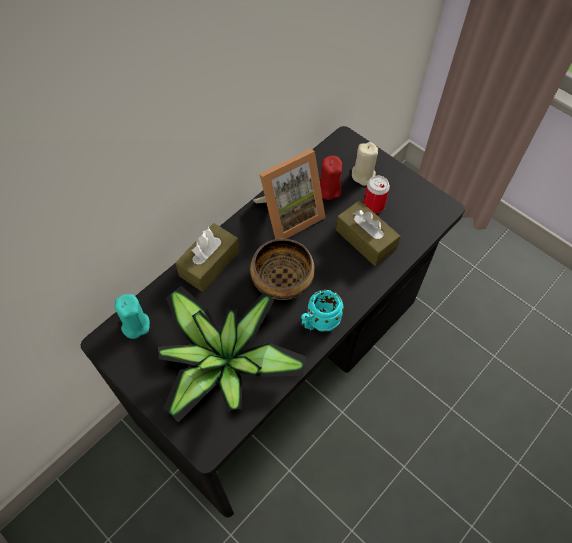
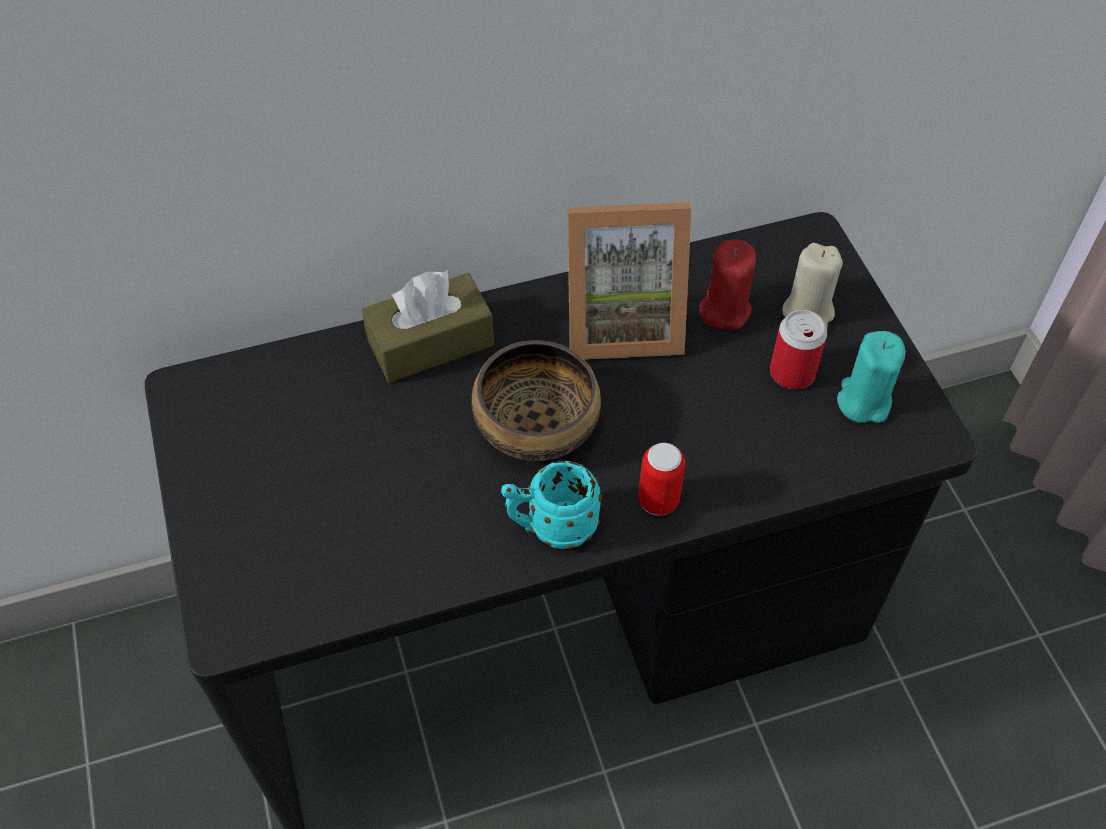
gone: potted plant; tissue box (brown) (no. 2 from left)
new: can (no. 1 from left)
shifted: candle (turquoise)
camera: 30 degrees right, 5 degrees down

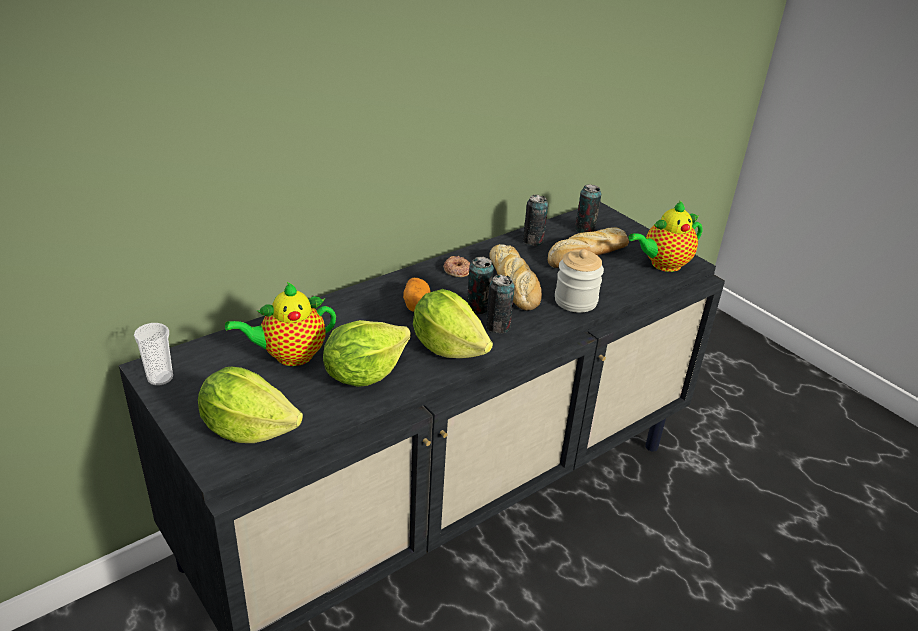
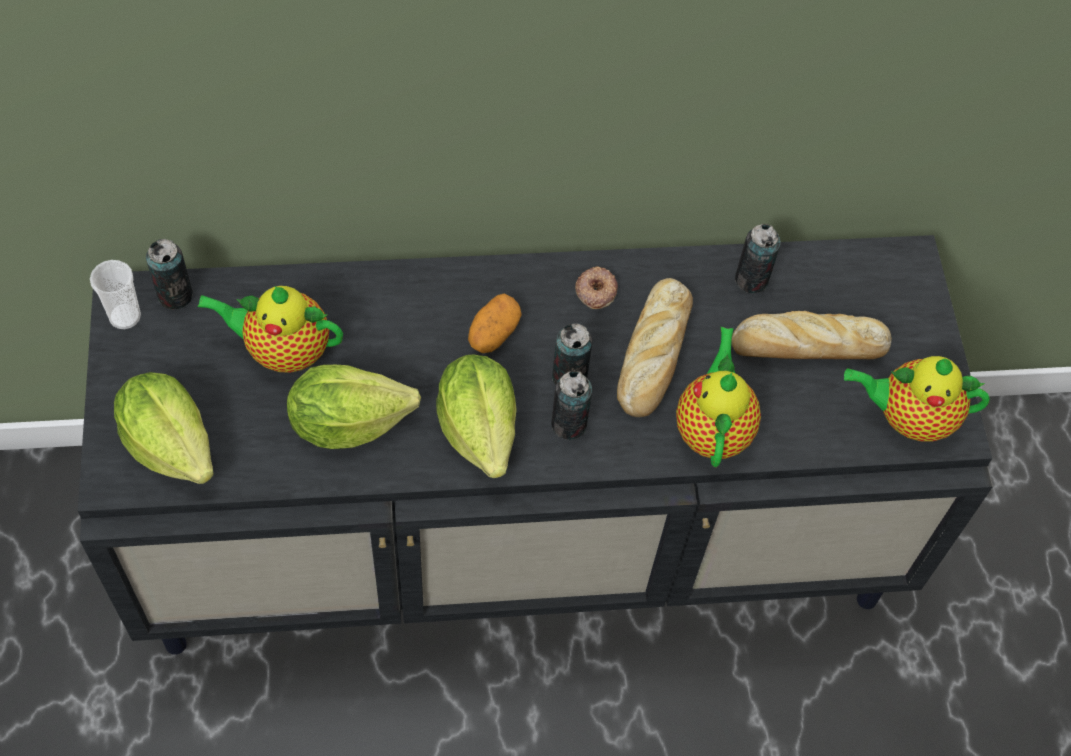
shifted: can (no. 4 from left in the first image) to can (no. 1 from left)
swapped: jar to teapot (no. 2 from left)
camera: 30 degrees right, 25 degrees up

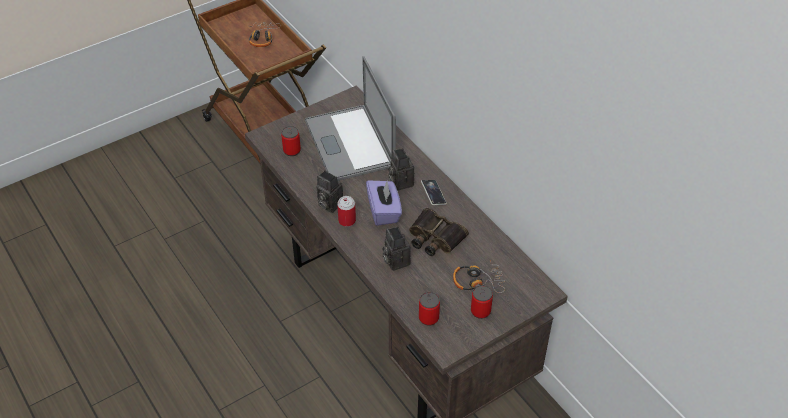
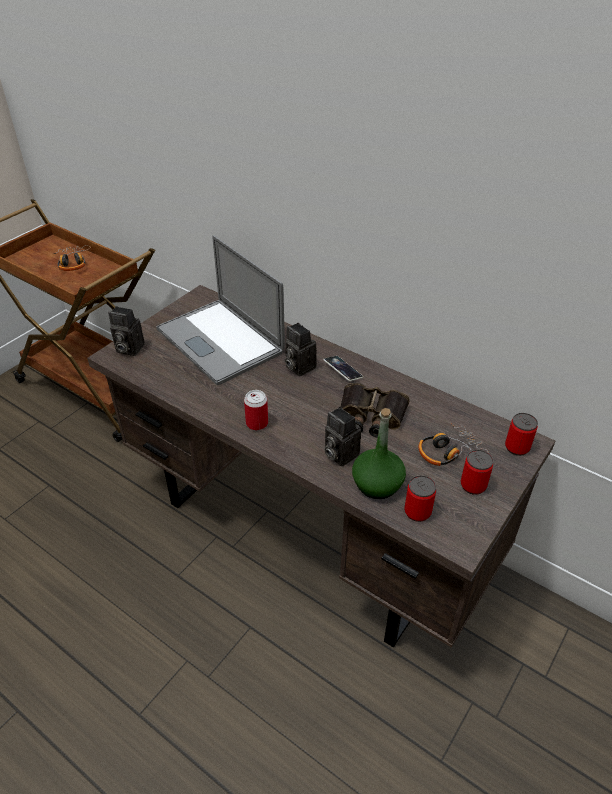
gone: tissue box (purple)
new: bottle (green)
shifted: can (no. 1 from left in the first image) to can (no. 4 from left); photo camera (no. 1 from left)
camera: 20 degrees left, 5 degrees down

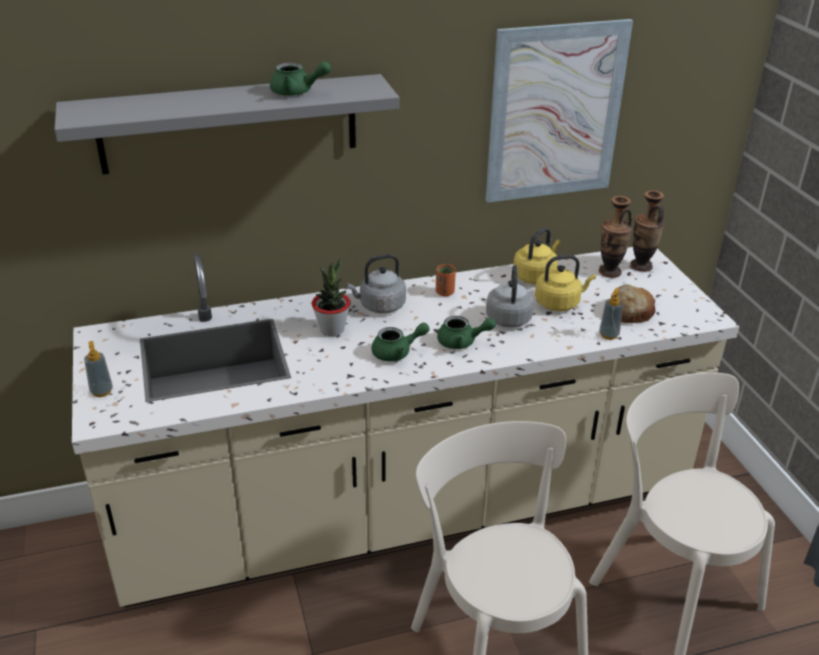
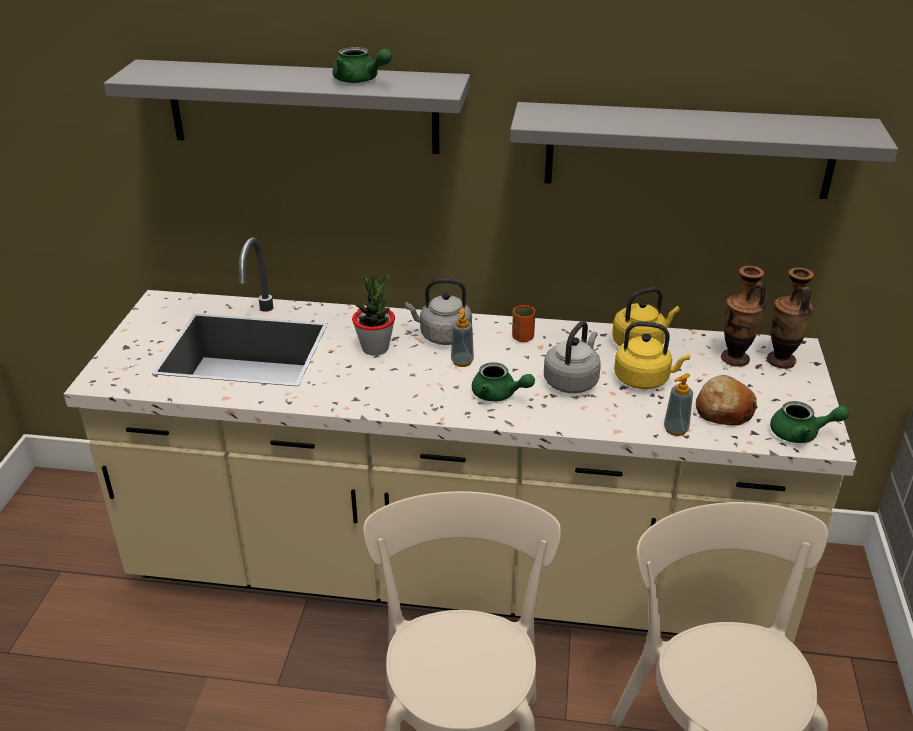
shifted: soap dispenser (no. 1 from left); teapot (green) (no. 2 from left in the first image) to teapot (green) (no. 3 from left)
swapped: picture to shelf (grey) (no. 2 from left)
camera: 25 degrees right, 0 degrees up

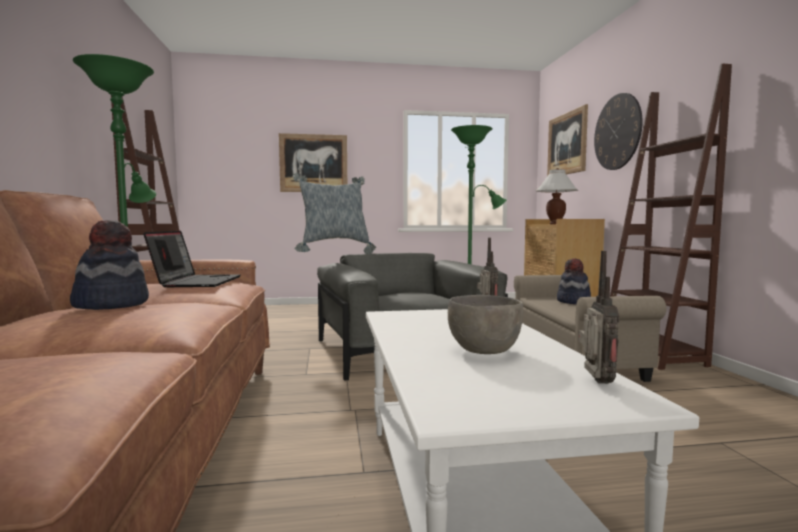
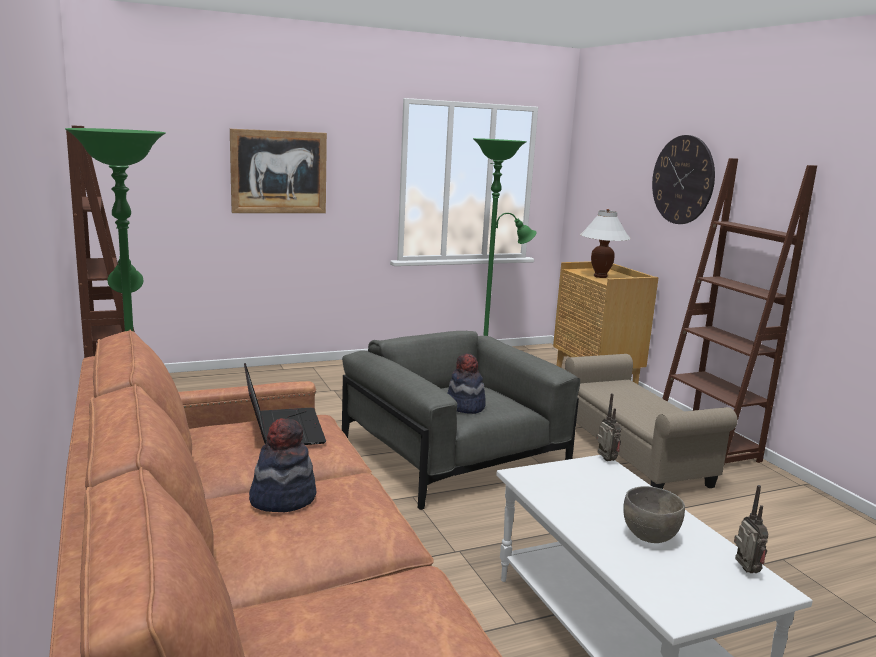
gone: pillow; picture (no. 2 from left)
shifted: hat (no. 2 from left)
camera: 15 degrees left, 10 degrees up

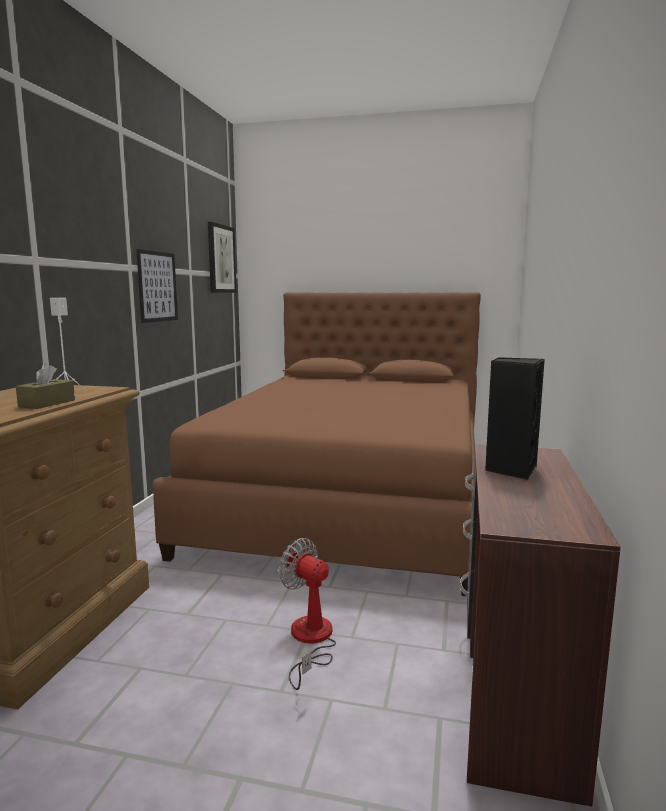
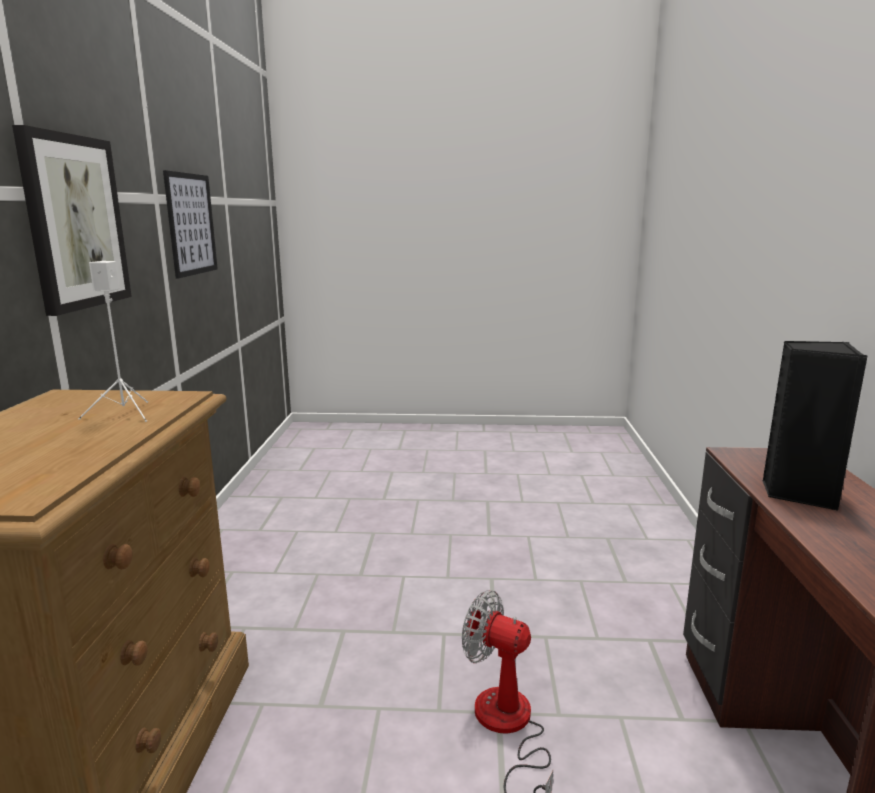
gone: tissue box (brown); bed (brown)
shifted: picture (no. 2 from left in the first image) to picture (no. 1 from left)
camera: 10 degrees left, 5 degrees up

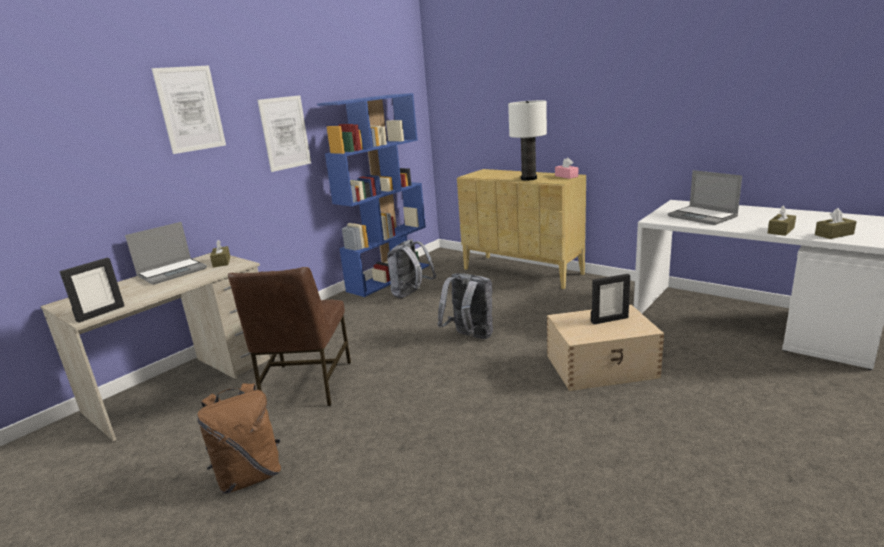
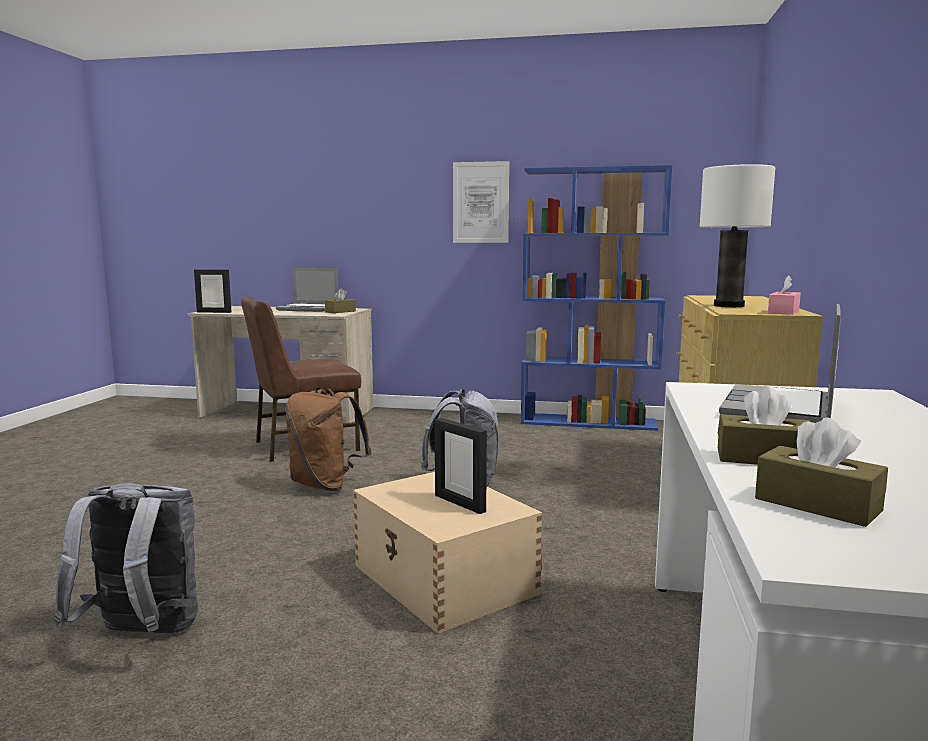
gone: picture (no. 1 from left)
shifted: backpack (brown); backpack (grey) (no. 1 from left)
camera: 60 degrees right, 10 degrees down

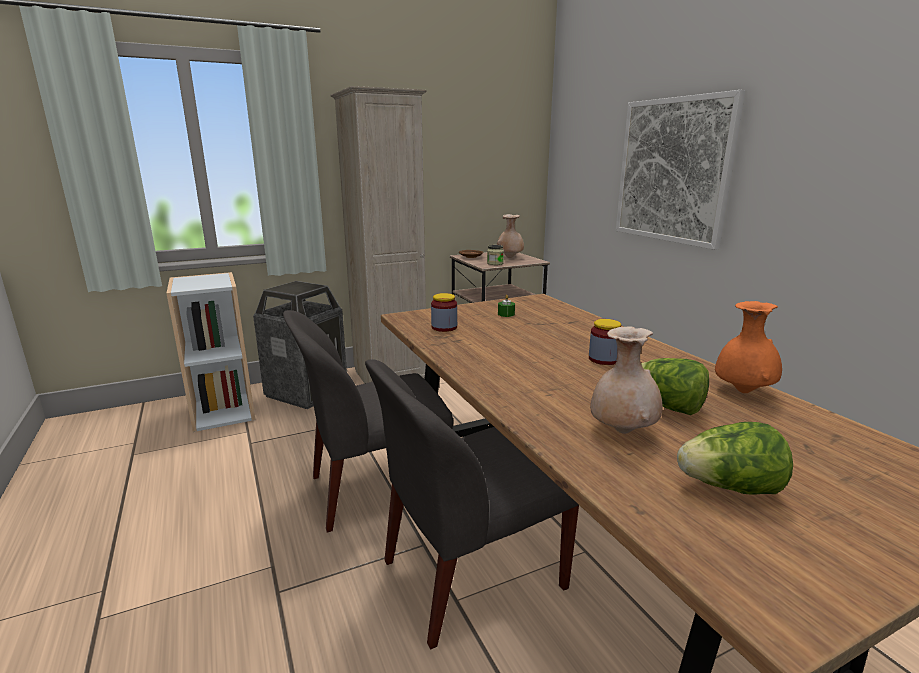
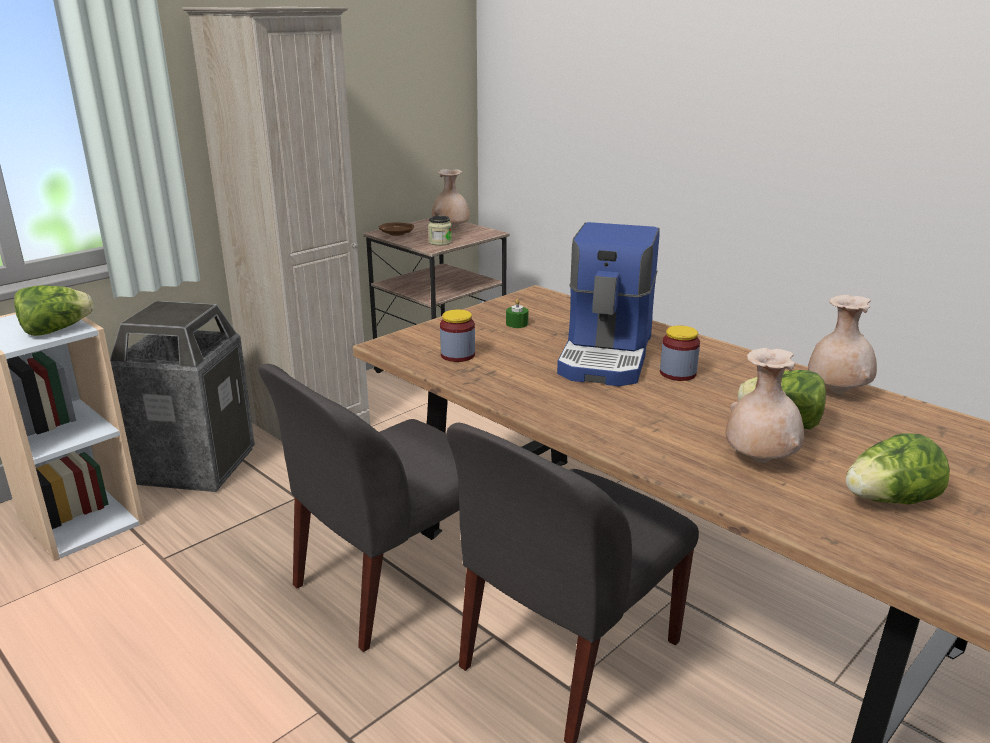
gone: picture
new: lettuce (no. 1 from left); coffee machine
repainted: vase (orange) to vase (beige) (no. 3 from left)
camera: 20 degrees left, 5 degrees up

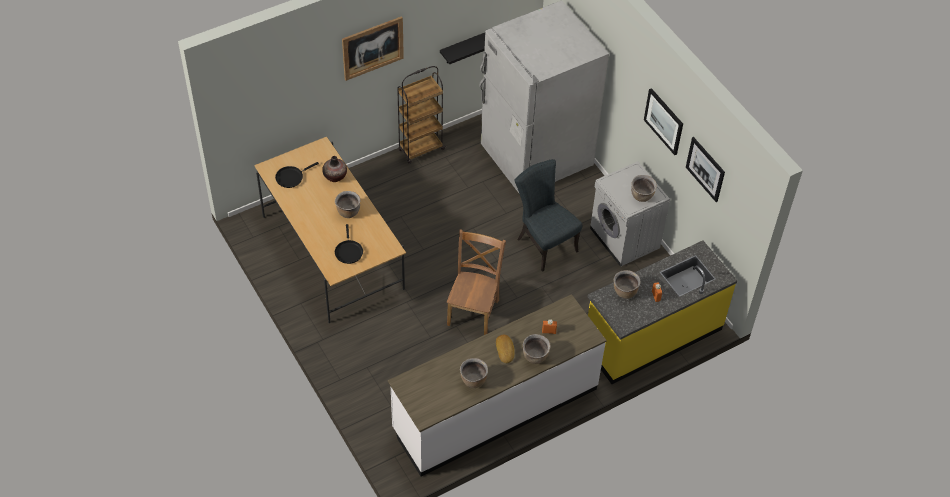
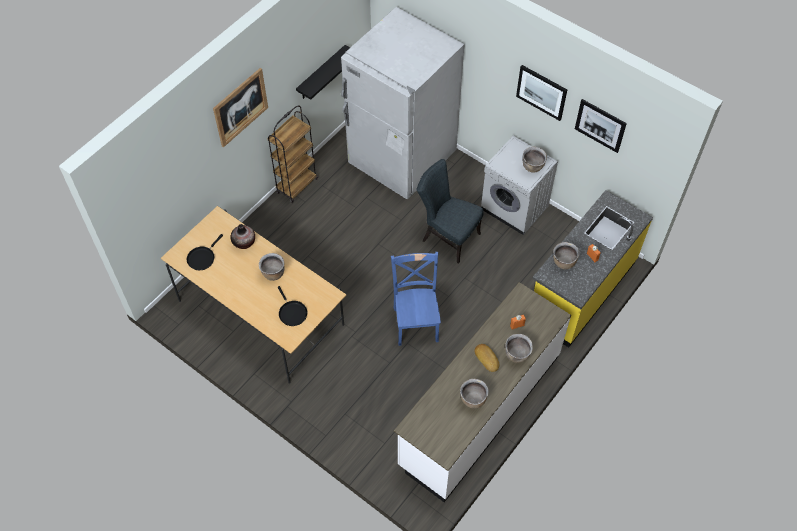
repainted: chair (brown) to chair (blue)
camera: 20 degrees left, 5 degrees up

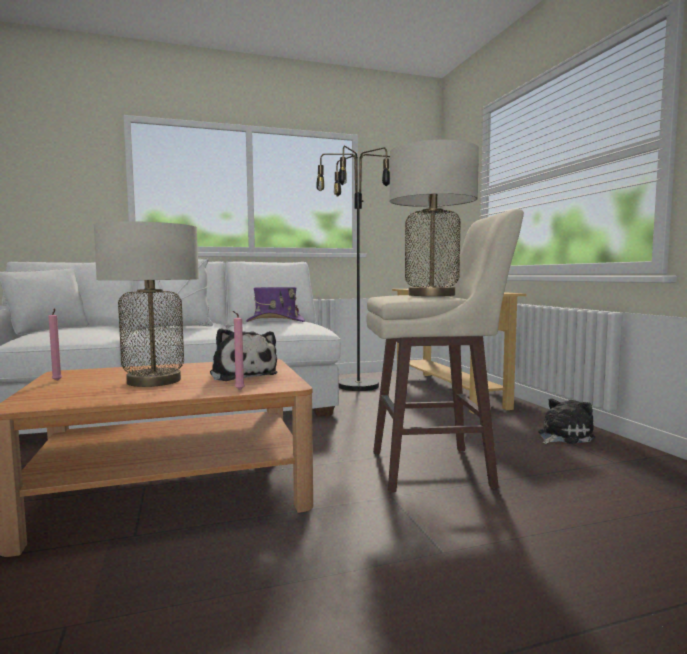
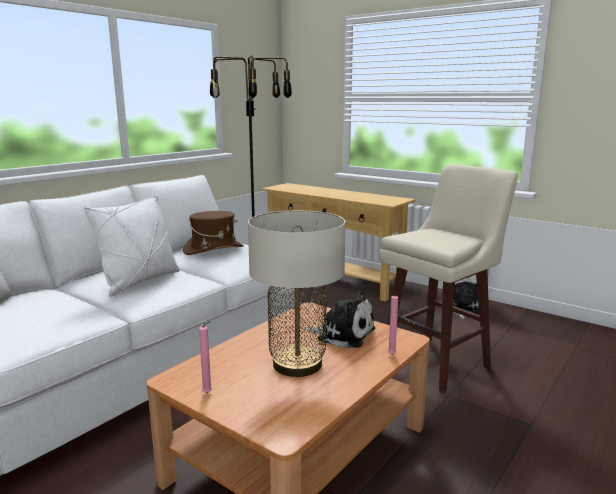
gone: table lamp (no. 2 from left)
repainted: hat (purple) to hat (brown)
camera: 35 degrees left, 10 degrees up

